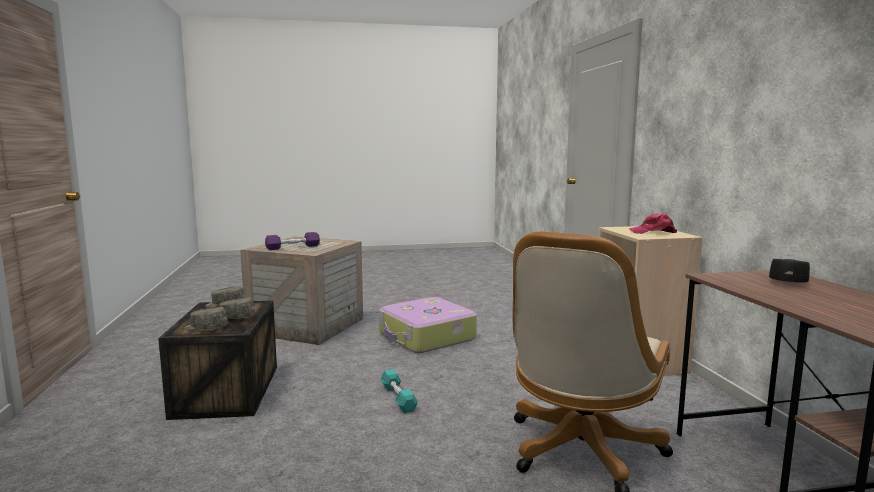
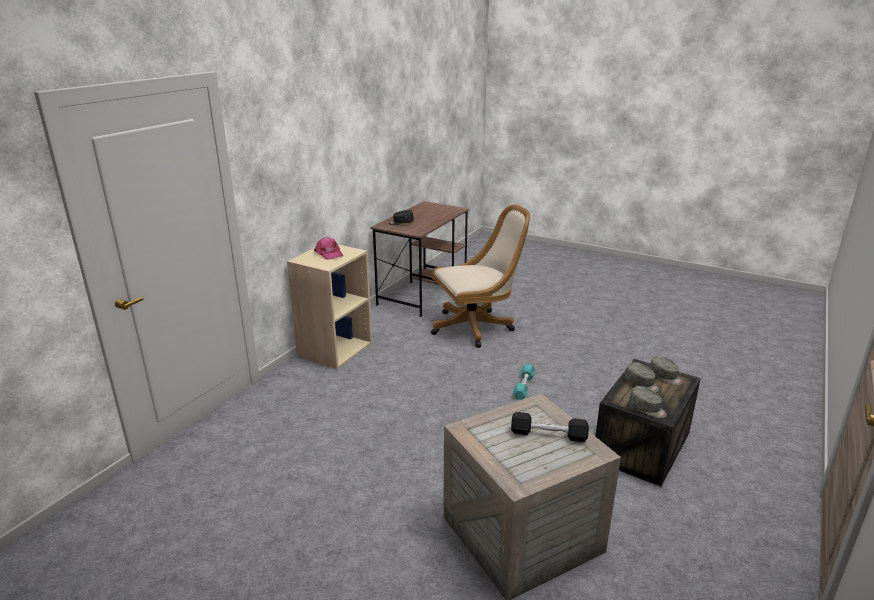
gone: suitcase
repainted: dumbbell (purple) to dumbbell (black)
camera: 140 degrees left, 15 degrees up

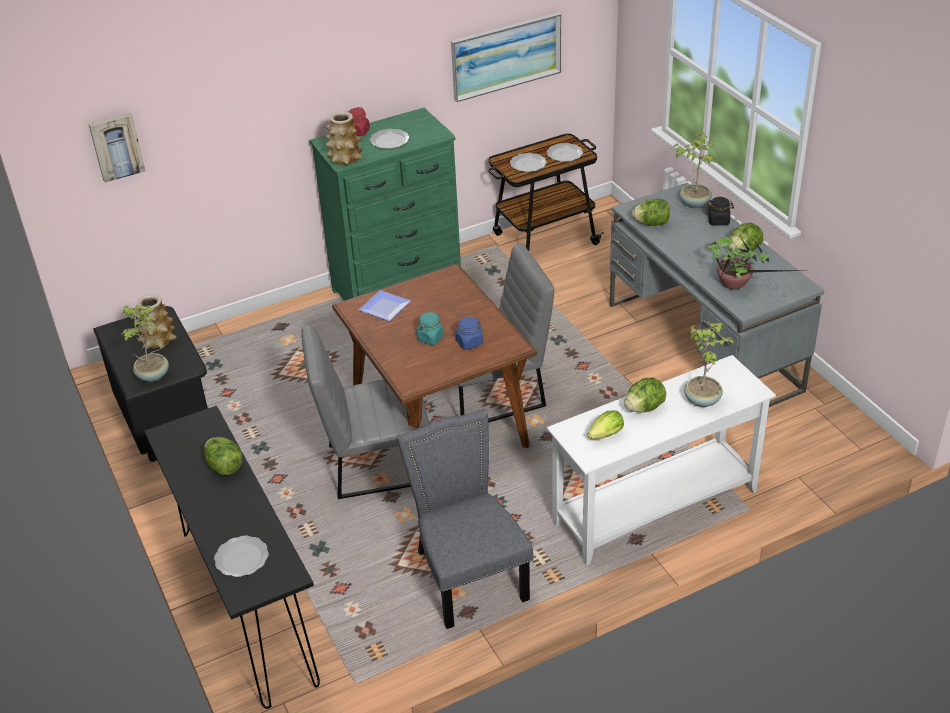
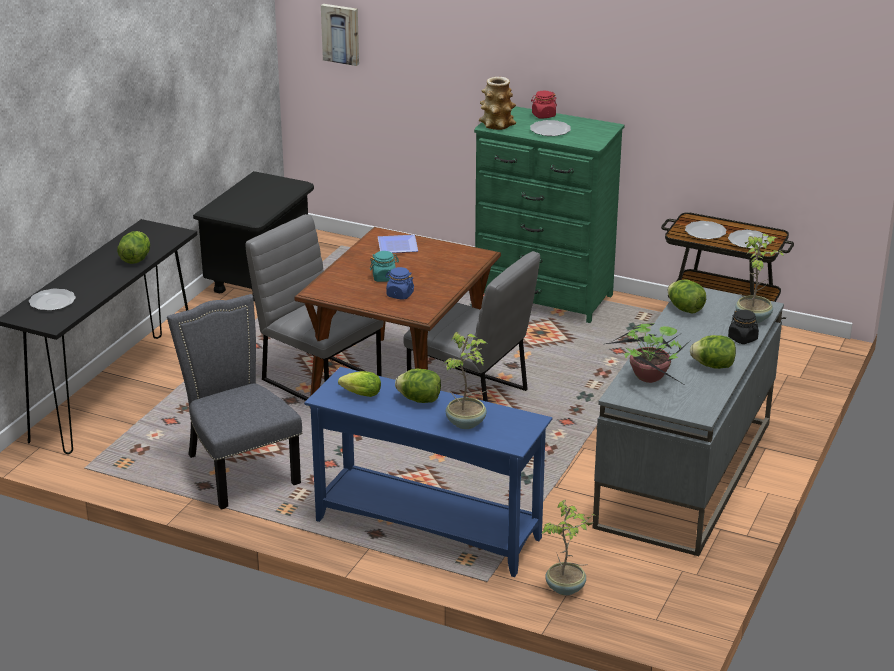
gone: vase (no. 1 from left); picture (no. 2 from left)
shifted: potted plant (no. 1 from left in the first image) to potted plant (no. 2 from left)
repainted: console table (white) to console table (blue)
rotated: chair (grey) (no. 2 from left in the first image) 60 degrees counterclockwise
camera: 50 degrees right, 10 degrees down

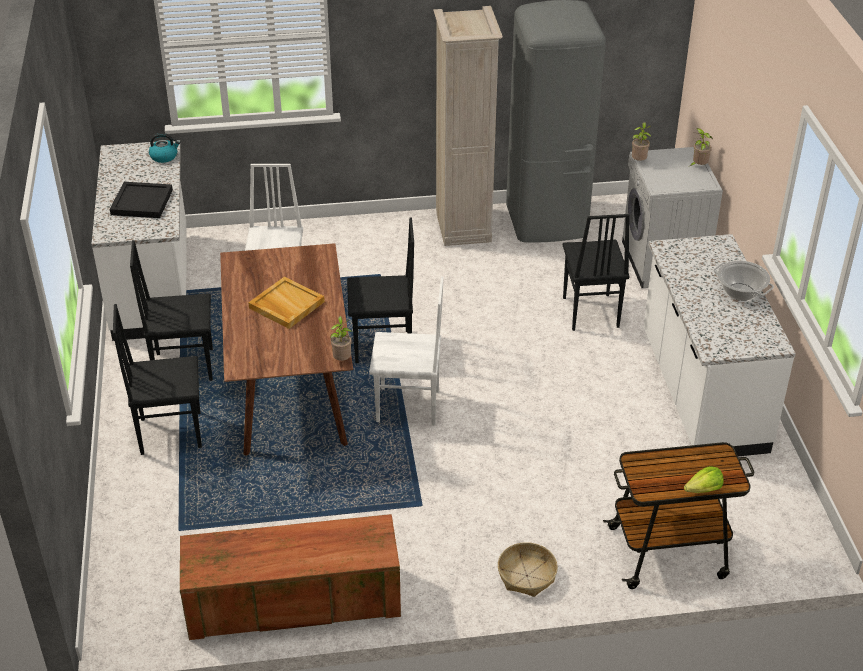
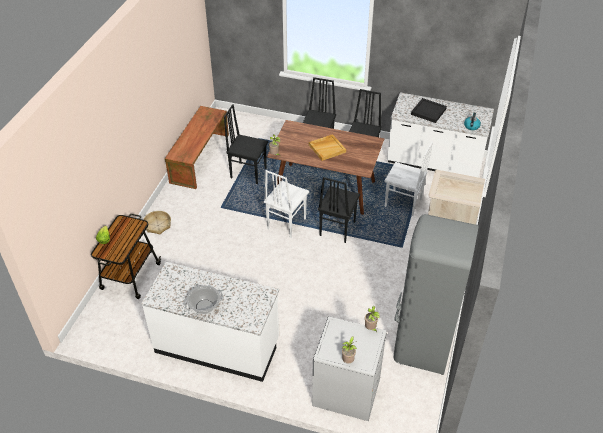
shifted: chair (black) (no. 4 from left in the first image) to chair (black) (no. 1 from left)
camera: 115 degrees right, 5 degrees up

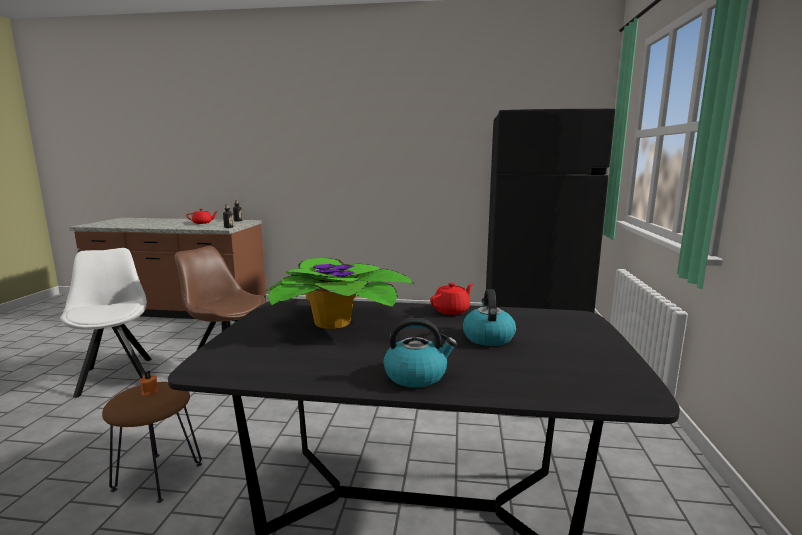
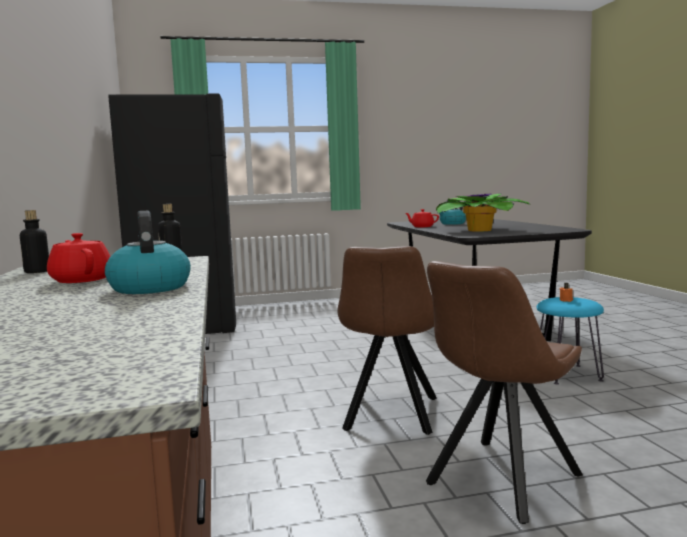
shifted: kettle (no. 1 from left)
repainted: chair (white) to chair (brown) (no. 2 from left); stool (brown) to stool (turquoise)
camera: 110 degrees left, 5 degrees down

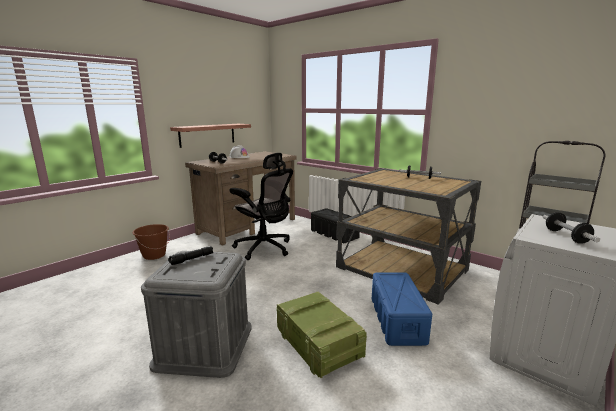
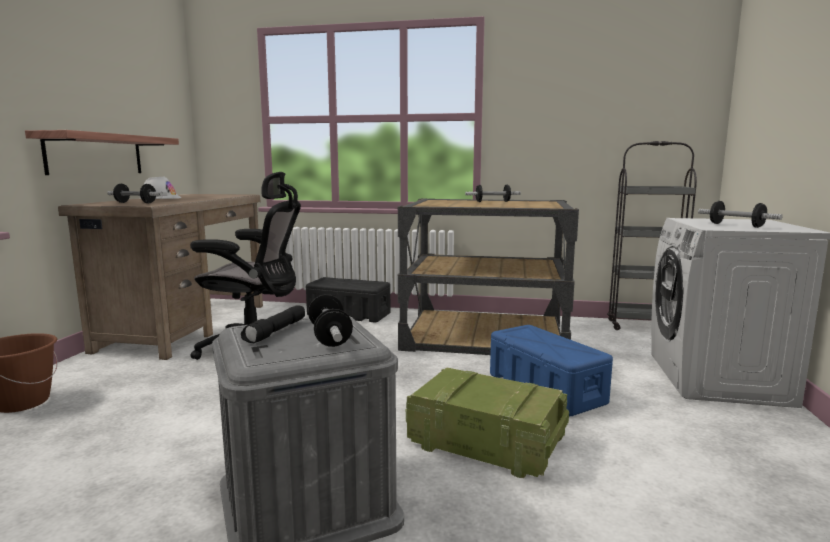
new: dumbbell (no. 2 from left)
camera: 30 degrees left, 5 degrees down

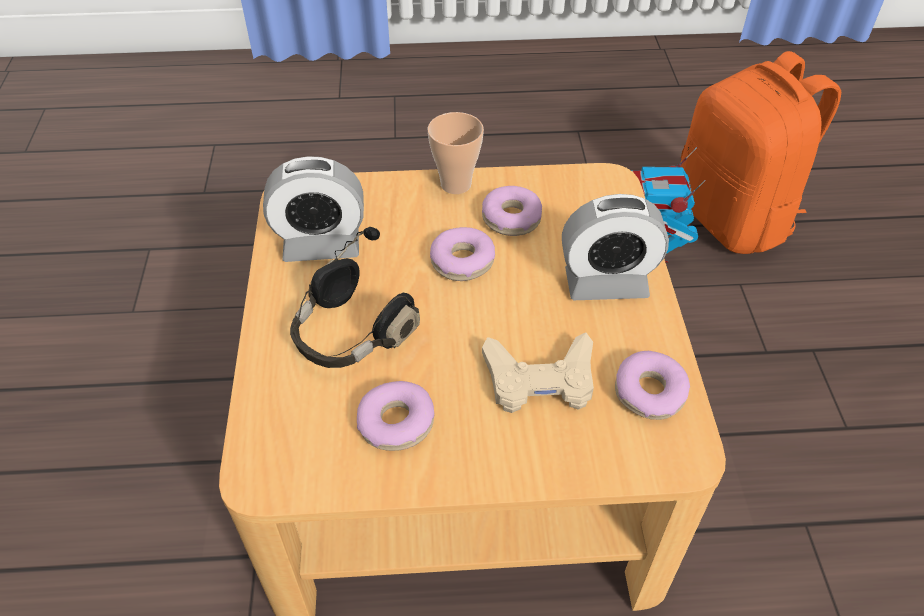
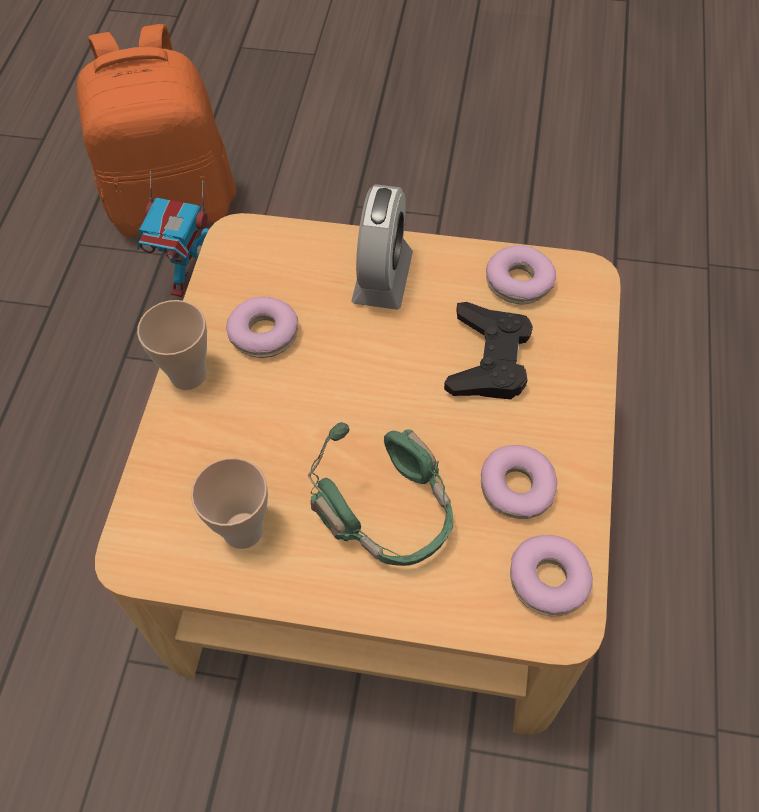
shifted: donut (no. 2 from left in the first image) to donut (no. 4 from left)
swapped: alarm clock (no. 1 from left) to cup (no. 2 from left)
repainted: headphones (black) to headphones (green); game controller (beige) to game controller (black)
camera: 75 degrees left, 10 degrees up

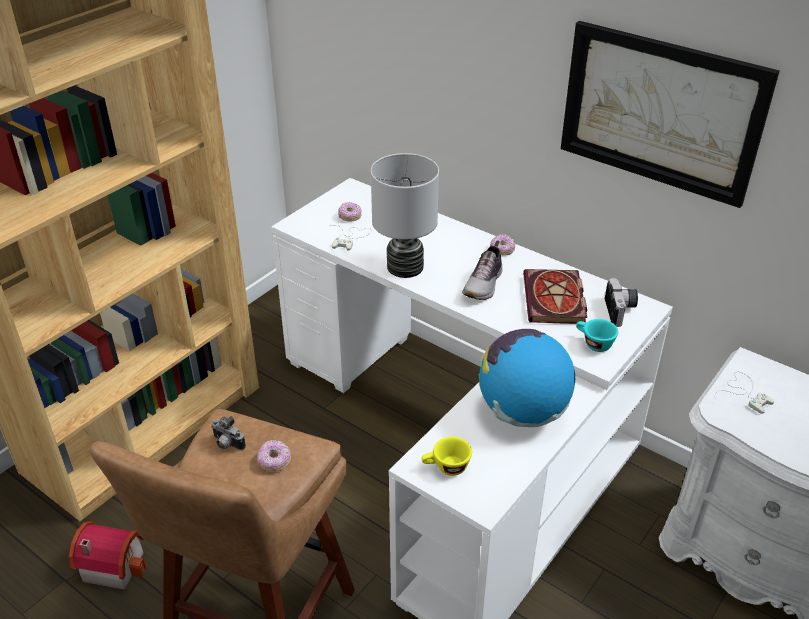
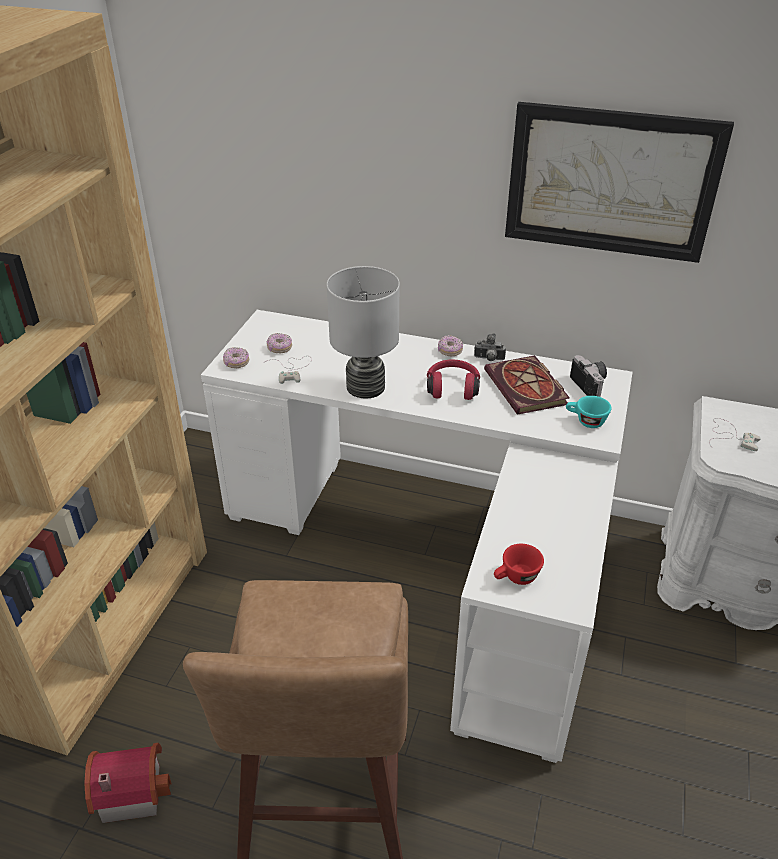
gone: globe
shifted: photo camera (no. 1 from left); donut (no. 1 from left)
swapped: shoe to headphones (red)
repainted: cup (yellow) to cup (red)
camera: 20 degrees left, 0 degrees up

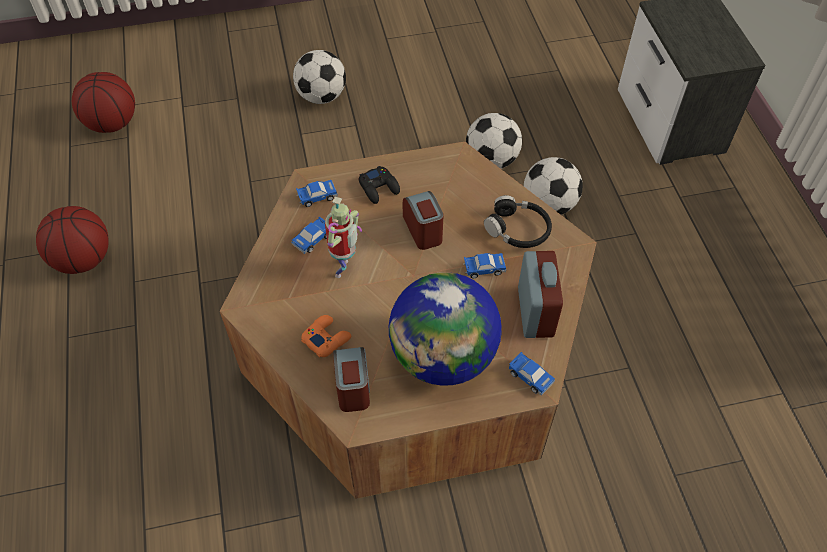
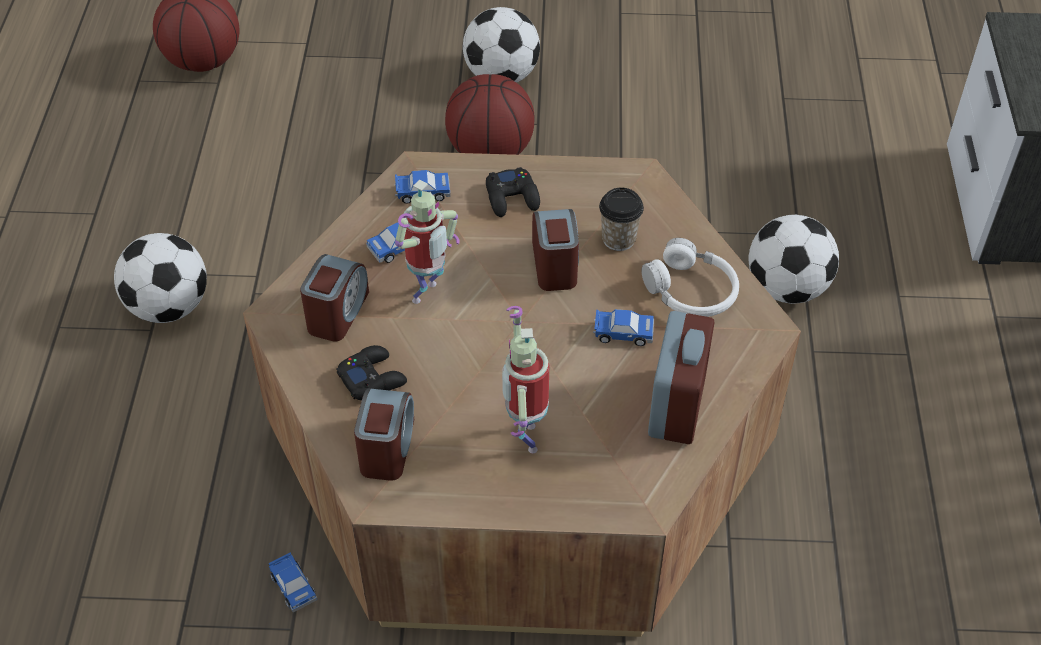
new: alarm clock (no. 1 from left); cup
shifted: basketball (no. 1 from left in the first image) to basketball (no. 2 from left); football (no. 2 from left in the first image) to football (no. 1 from left); toy car (no. 4 from left in the first image) to toy car (no. 1 from left)
swapped: globe to toy robot (no. 2 from left)
repainted: game controller (orange) to game controller (black) (no. 1 from left); headphones (black) to headphones (white)
camera: 15 degrees right, 5 degrees down

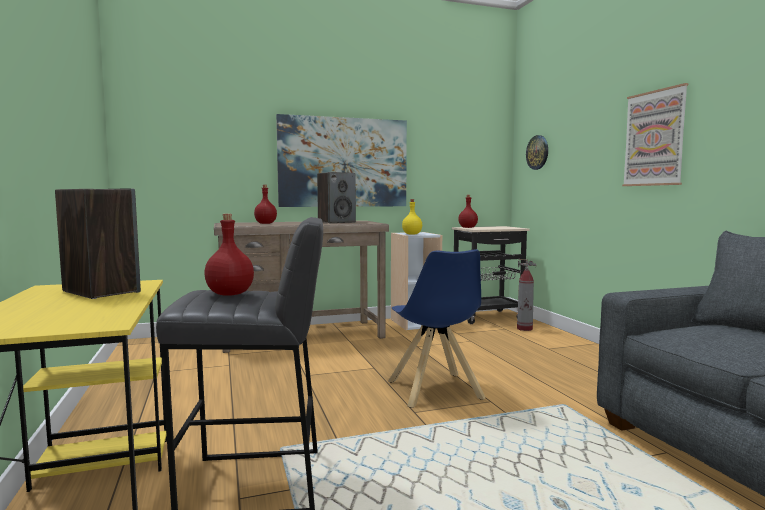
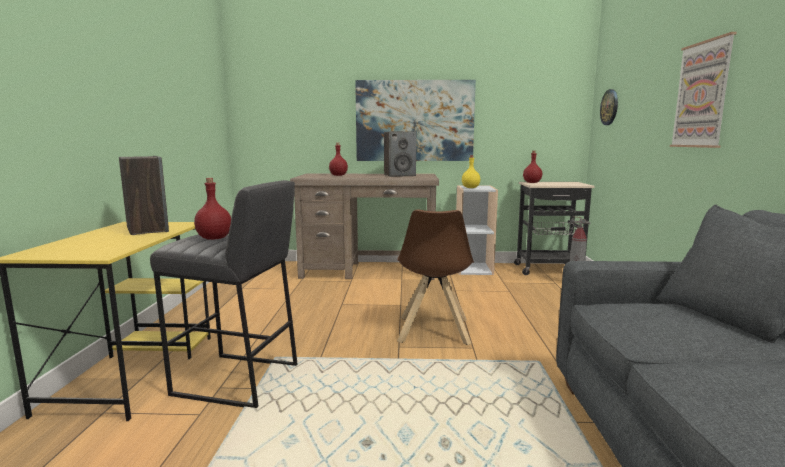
repainted: chair (blue) to chair (brown)
camera: 20 degrees right, 5 degrees up

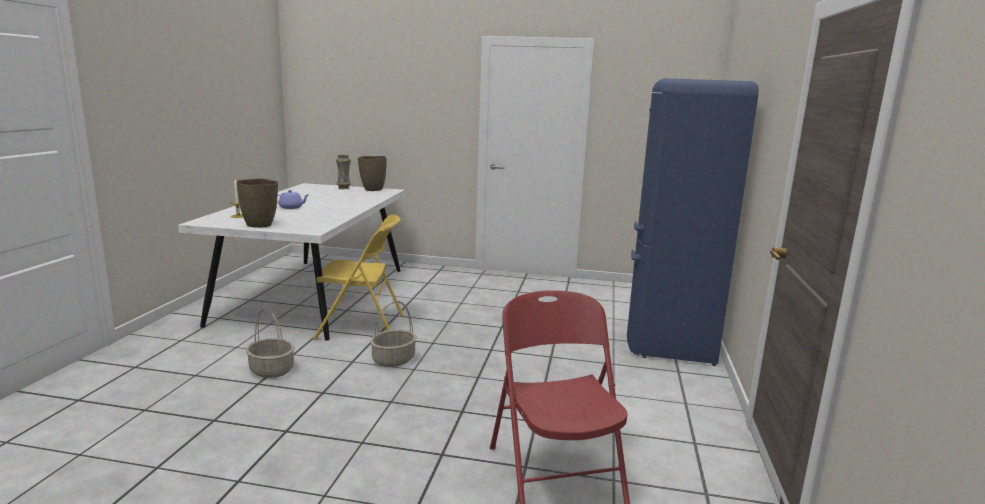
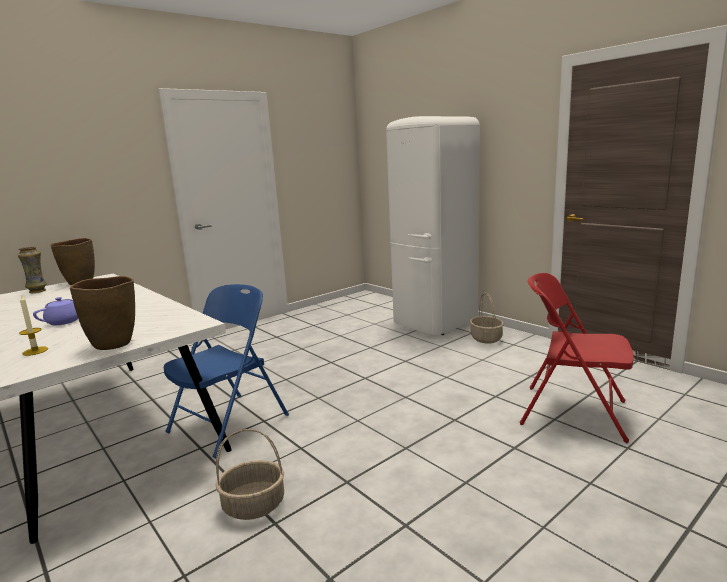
shifted: basket (no. 2 from left)
repainted: chair (yellow) to chair (blue); fridge (blue) to fridge (white)
camera: 50 degrees left, 0 degrees up

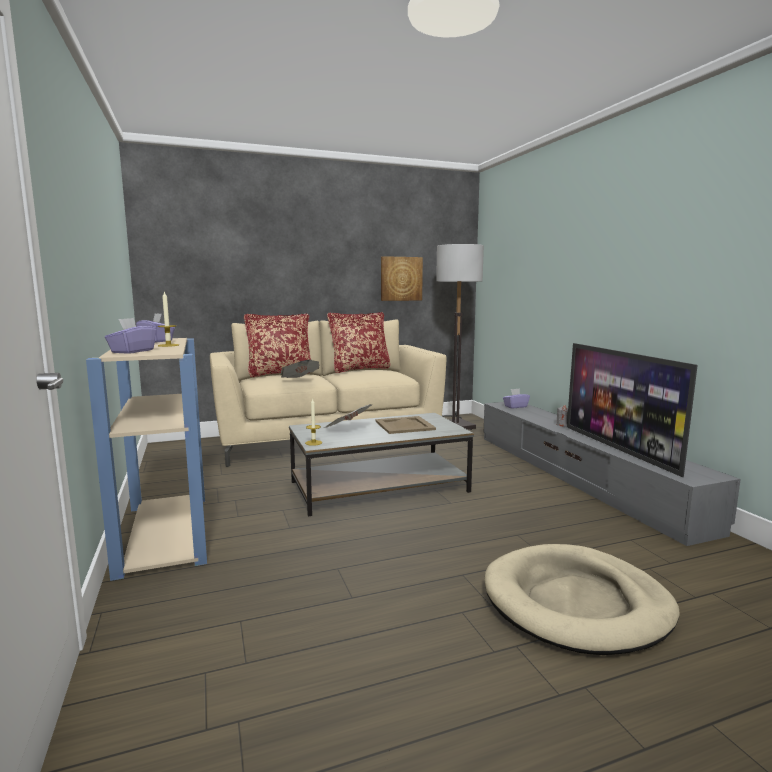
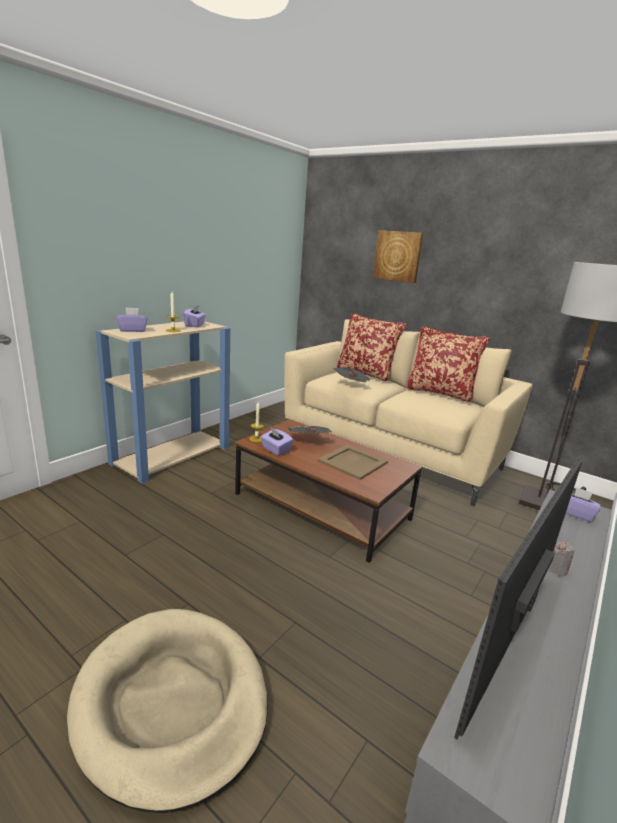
new: tissue box (purple) (no. 3 from left)
shifted: picture
repainted: coffee table (grey) to coffee table (brown)
camera: 55 degrees right, 10 degrees up

